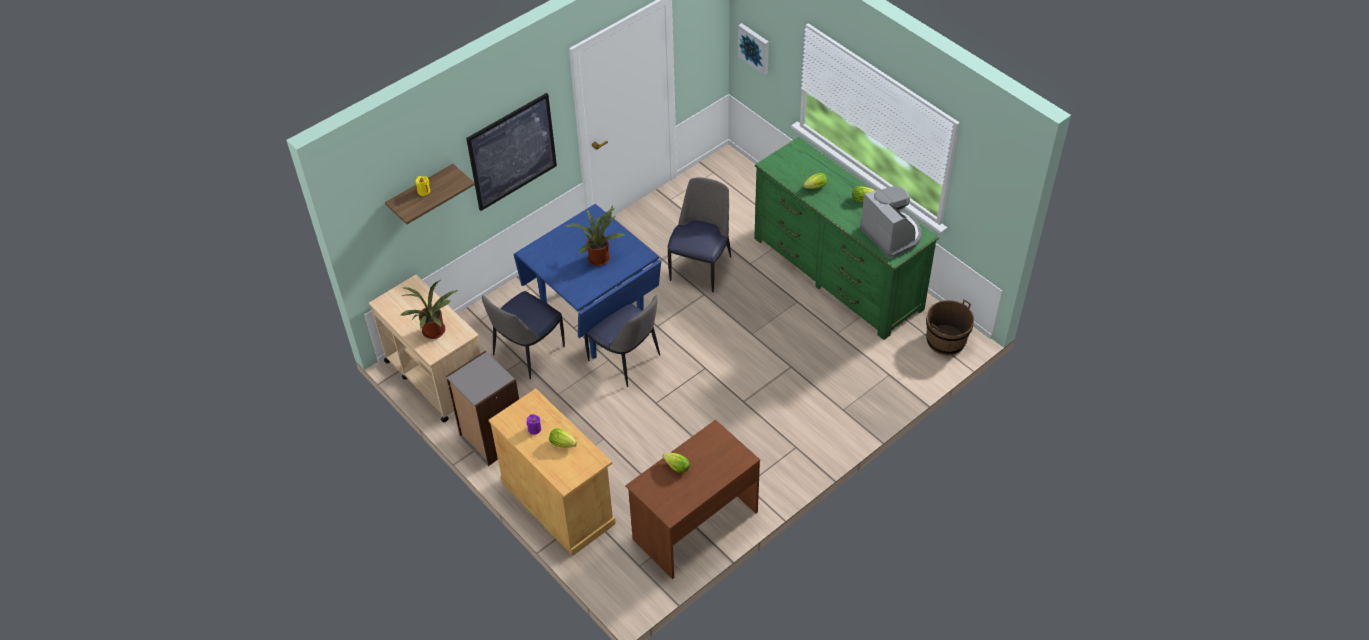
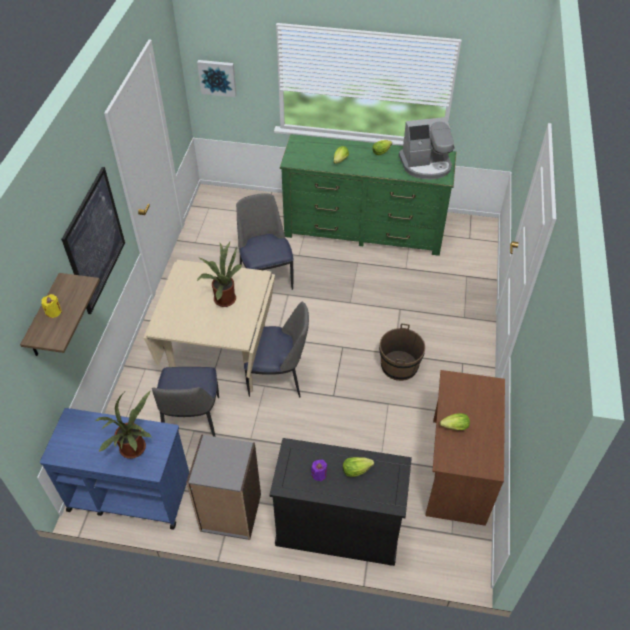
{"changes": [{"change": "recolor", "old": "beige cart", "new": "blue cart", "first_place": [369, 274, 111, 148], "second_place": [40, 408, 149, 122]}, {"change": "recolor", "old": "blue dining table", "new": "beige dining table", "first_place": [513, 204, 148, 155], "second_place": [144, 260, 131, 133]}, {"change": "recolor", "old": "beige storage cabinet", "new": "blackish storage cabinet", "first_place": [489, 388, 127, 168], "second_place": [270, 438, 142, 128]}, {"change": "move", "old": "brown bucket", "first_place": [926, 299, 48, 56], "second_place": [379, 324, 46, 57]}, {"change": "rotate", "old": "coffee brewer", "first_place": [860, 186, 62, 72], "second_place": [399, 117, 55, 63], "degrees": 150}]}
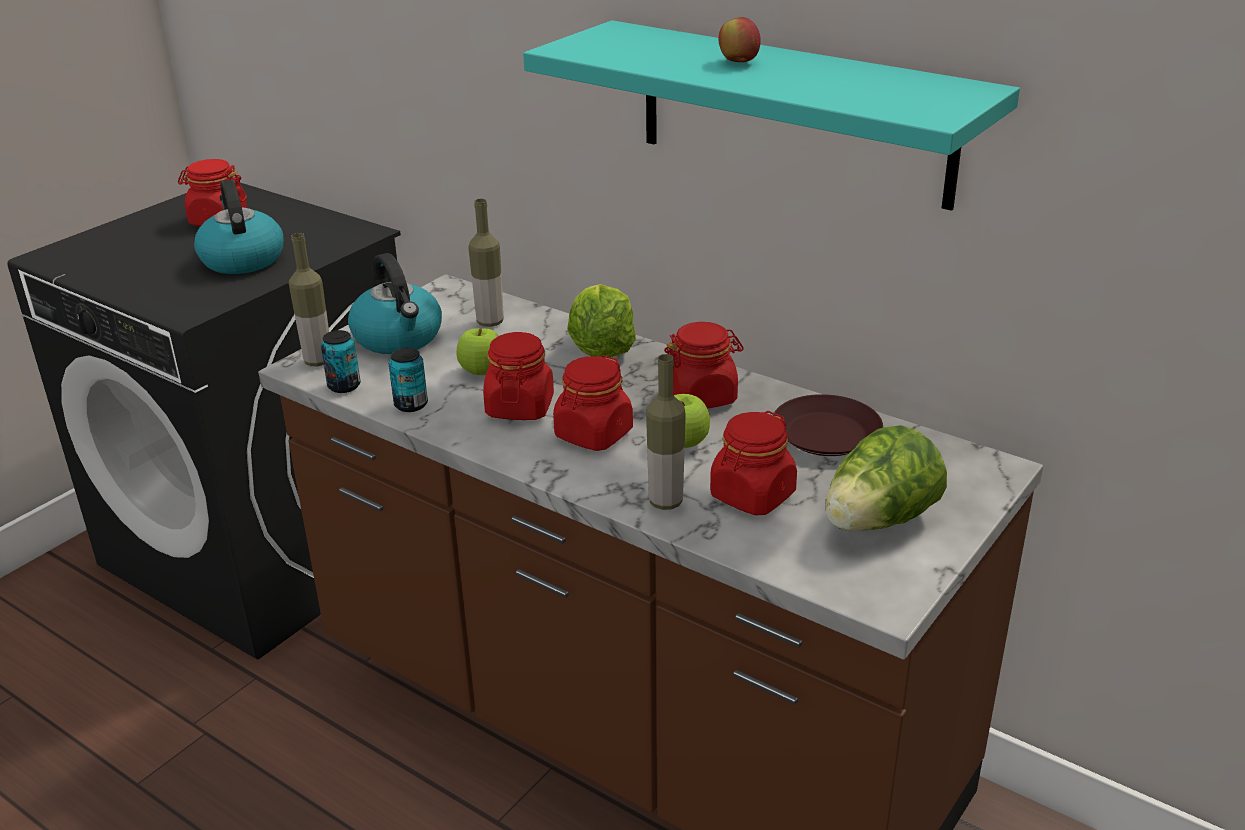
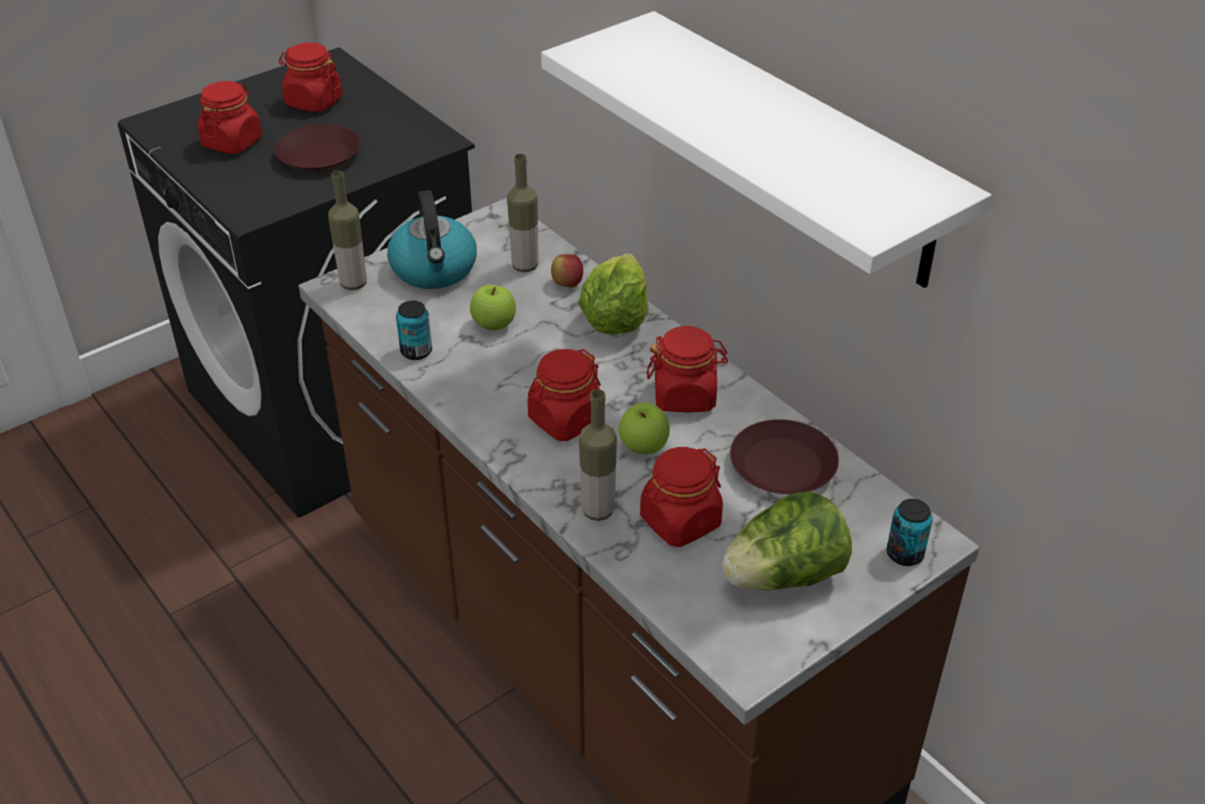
{"changes": [{"change": "move", "old": "red-coloured jar", "first_place": [483, 332, 71, 88], "second_place": [198, 81, 64, 73]}, {"change": "replace", "old": "water kettle", "new": "brown dinner plate", "first_place": [194, 180, 90, 94], "second_place": [274, 124, 86, 48]}, {"change": "recolor", "old": "turquoise bracket shelf", "new": "white-coloured bracket shelf", "first_place": [523, 20, 497, 191], "second_place": [541, 11, 450, 277]}, {"change": "move", "old": "apple", "first_place": [719, 17, 42, 45], "second_place": [551, 254, 32, 33]}, {"change": "move", "old": "can", "first_place": [321, 330, 40, 63], "second_place": [887, 499, 46, 67]}]}
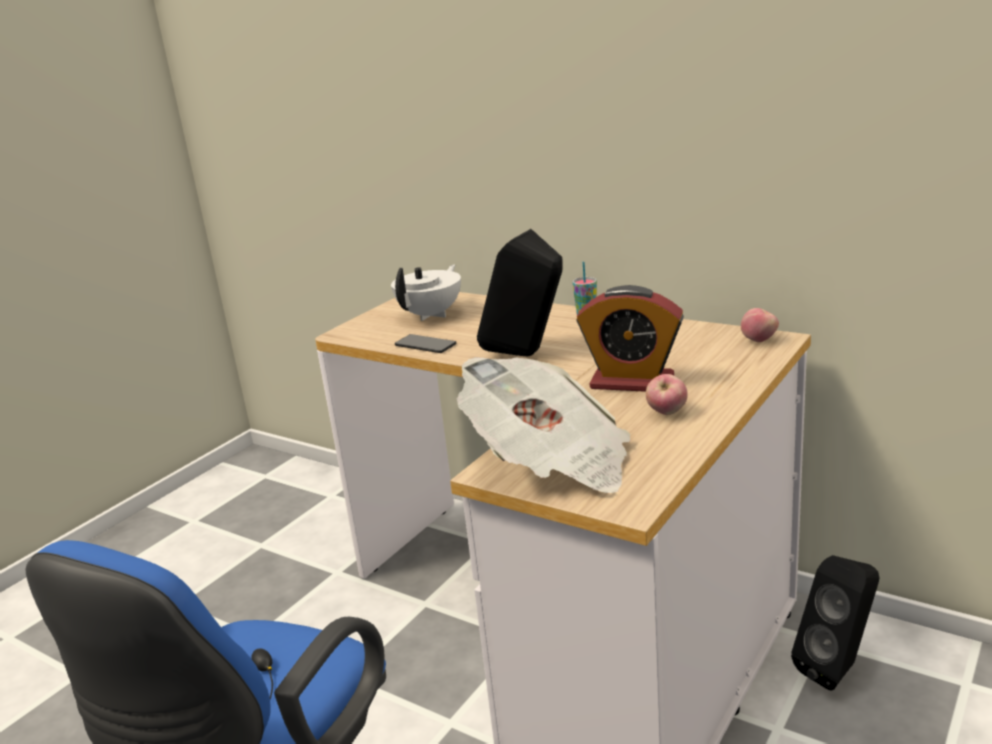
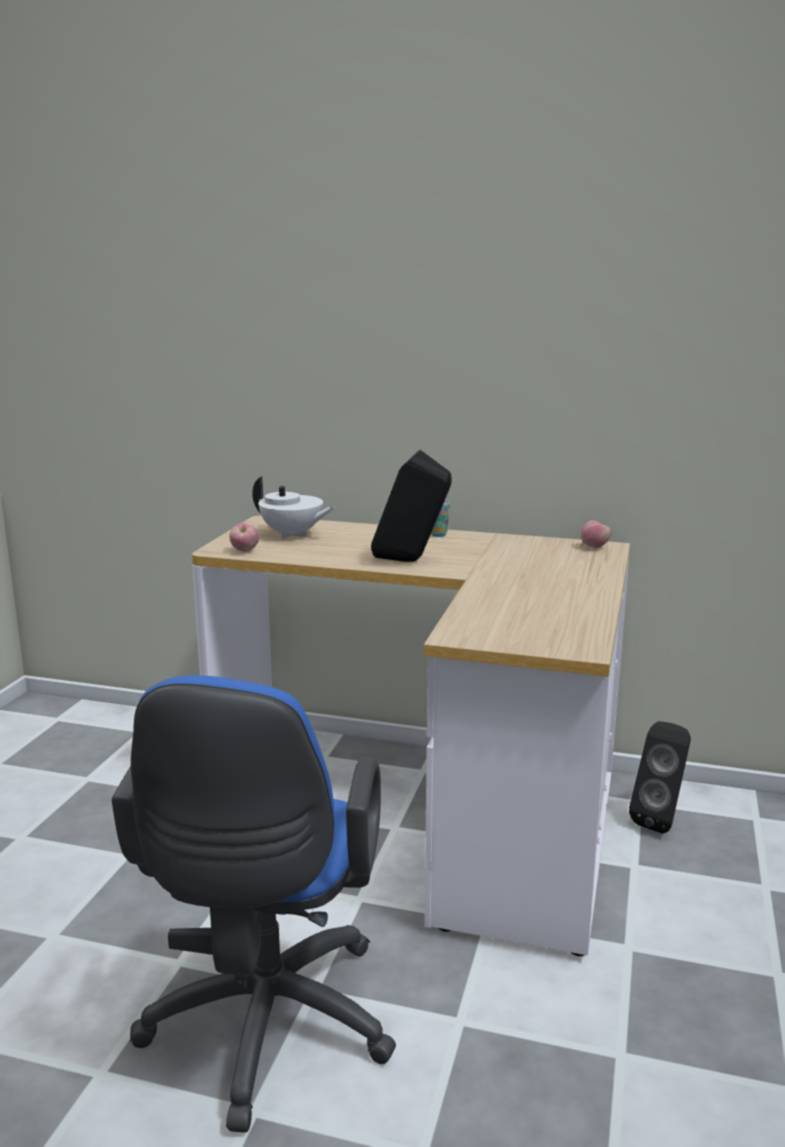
{"changes": [{"change": "move", "old": "apple", "first_place": [646, 374, 42, 41], "second_place": [229, 523, 30, 29]}, {"change": "rotate", "old": "white-coloured tea pot", "first_place": [391, 264, 70, 57], "second_place": [252, 476, 83, 63], "degrees": 105}, {"change": "delete", "old": "phone", "first_place": [395, 334, 61, 19]}, {"change": "delete", "old": "printed paper", "first_place": [456, 357, 174, 136]}, {"change": "delete", "old": "bedside clock", "first_place": [576, 285, 108, 107]}]}
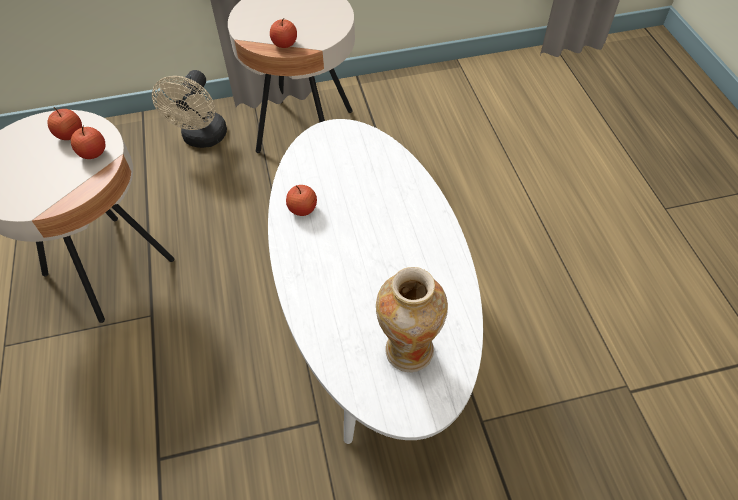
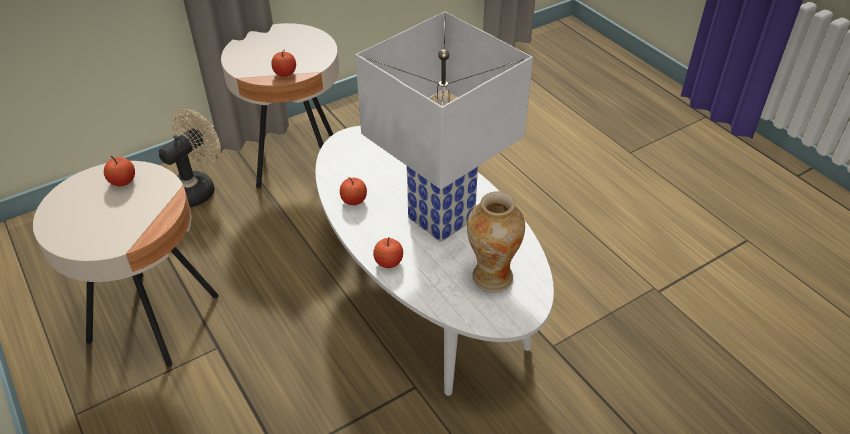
{"changes": [{"change": "rotate", "old": "beige fan", "first_place": [152, 70, 75, 78], "second_place": [159, 109, 62, 98], "degrees": -135}, {"change": "insert", "new": "white-coloured table lamp", "second_place": [355, 11, 178, 231]}, {"change": "move", "old": "apple", "first_place": [71, 125, 34, 34], "second_place": [373, 237, 30, 31]}]}
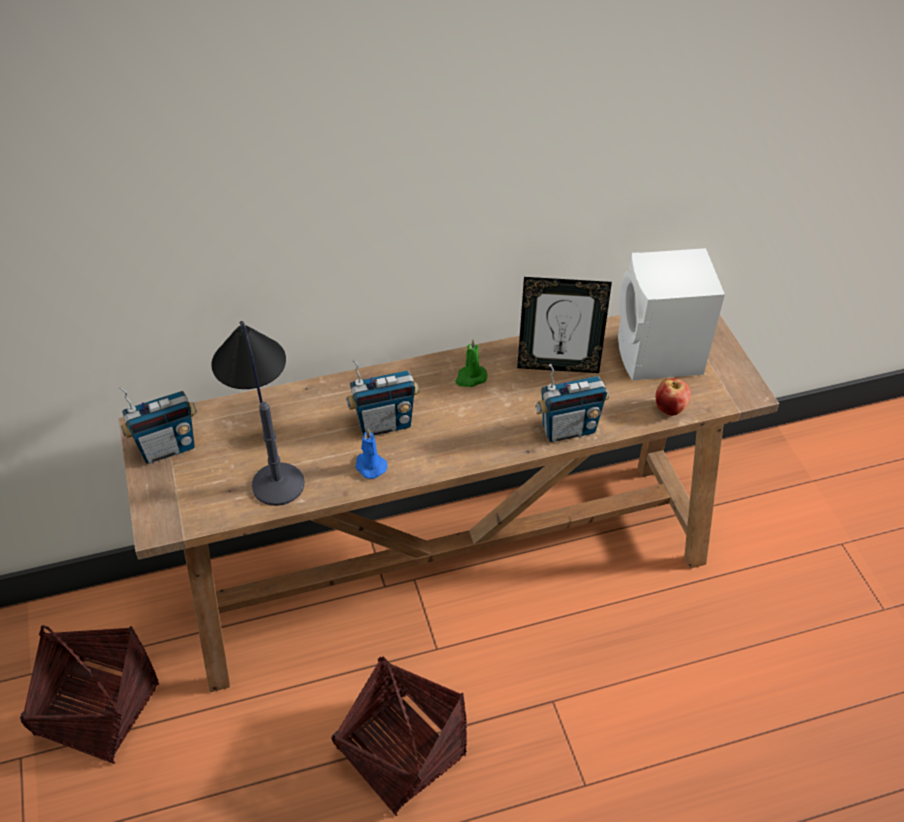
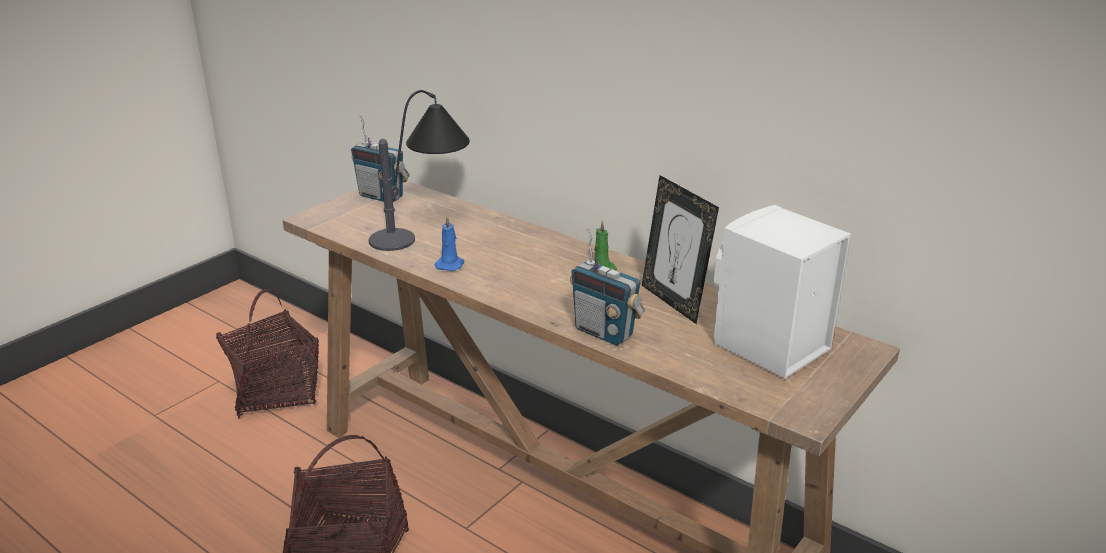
{"changes": [{"change": "delete", "old": "radio set", "first_place": [346, 359, 73, 77]}, {"change": "delete", "old": "apple", "first_place": [656, 378, 35, 38]}]}
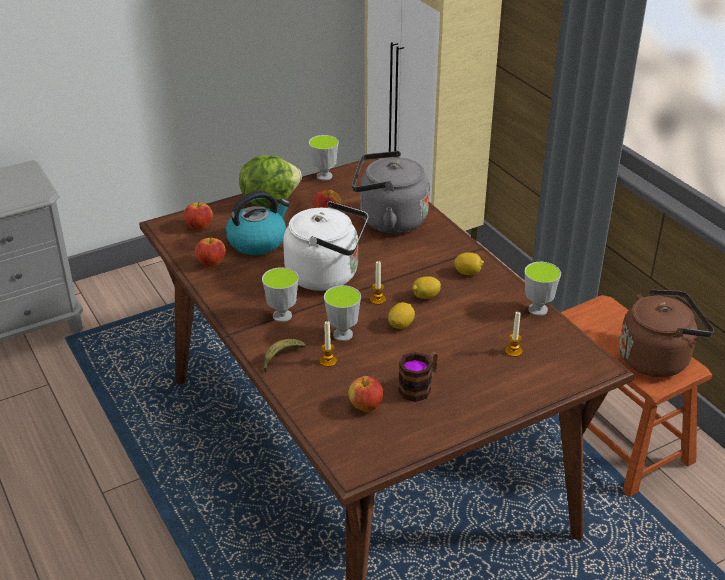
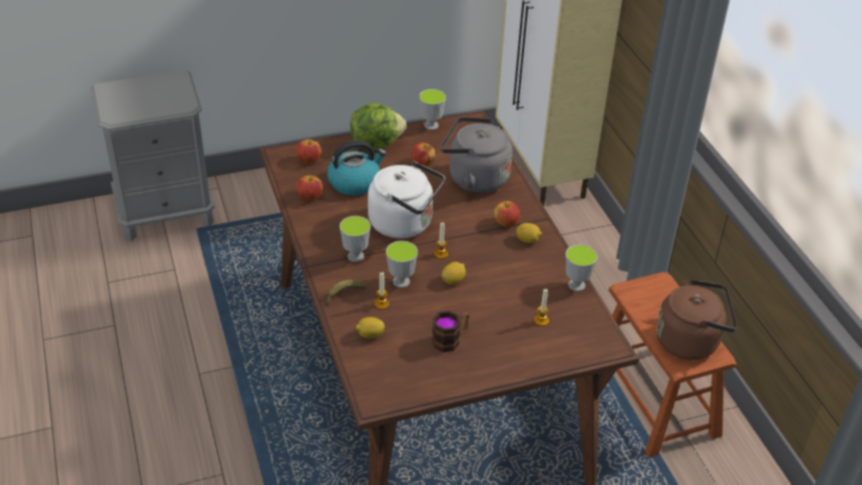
{"changes": [{"change": "move", "old": "citrus fruit", "first_place": [412, 276, 29, 23], "second_place": [356, 317, 29, 21]}, {"change": "move", "old": "apple", "first_place": [348, 376, 35, 36], "second_place": [494, 201, 26, 26]}]}
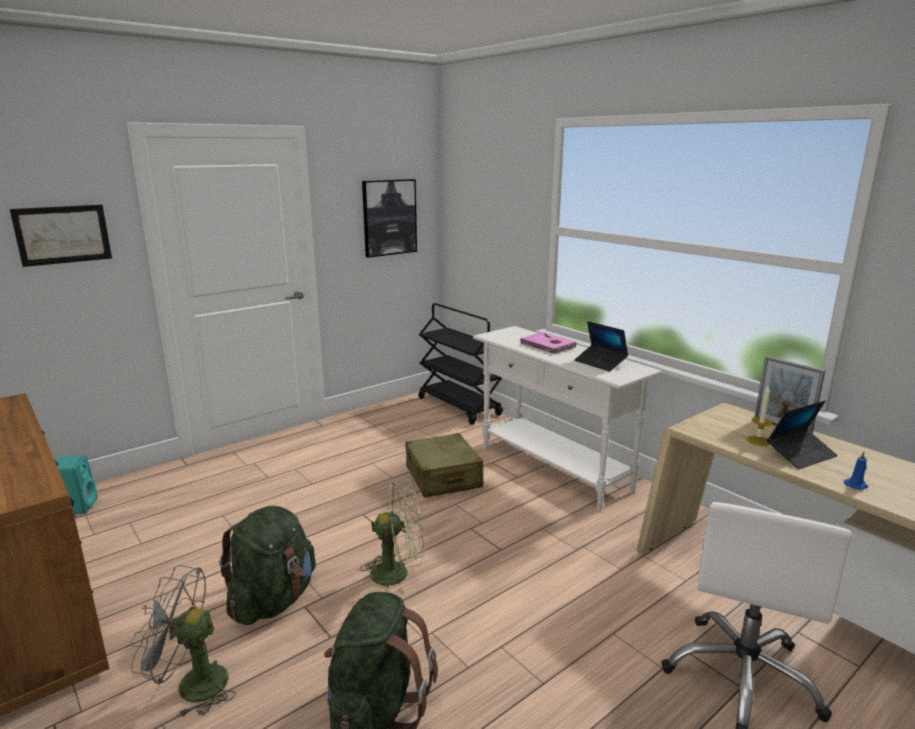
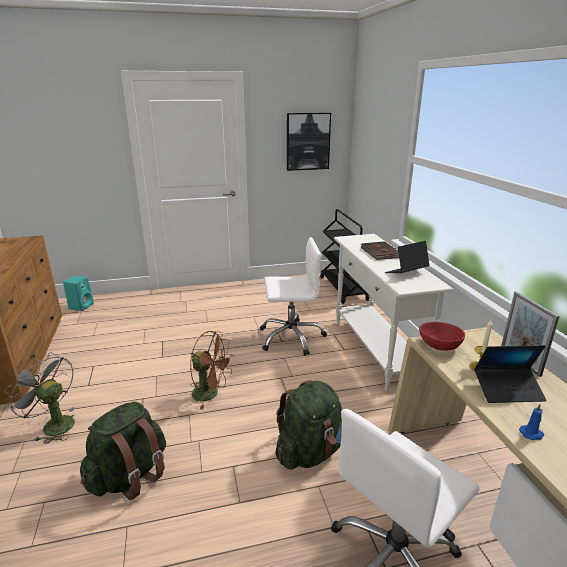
{"changes": [{"change": "recolor", "old": "green-coloured fan", "new": "brown fan", "first_place": [360, 479, 64, 116], "second_place": [190, 331, 44, 79]}, {"change": "replace", "old": "beige piece of luggage", "new": "white-coloured computer chair", "first_place": [405, 433, 78, 65], "second_place": [260, 237, 67, 119]}, {"change": "move", "old": "green-coloured backpack", "first_place": [219, 506, 97, 119], "second_place": [275, 380, 67, 90]}, {"change": "recolor", "old": "pink-coloured bound book", "new": "brown bound book", "first_place": [519, 332, 57, 22], "second_place": [361, 241, 38, 19]}, {"change": "rotate", "old": "laptop", "first_place": [574, 321, 54, 51], "second_place": [385, 241, 45, 32], "degrees": 75}, {"change": "insert", "new": "red-coloured bowl", "second_place": [419, 322, 46, 29]}, {"change": "delete", "old": "wall art", "first_place": [10, 205, 102, 62]}]}
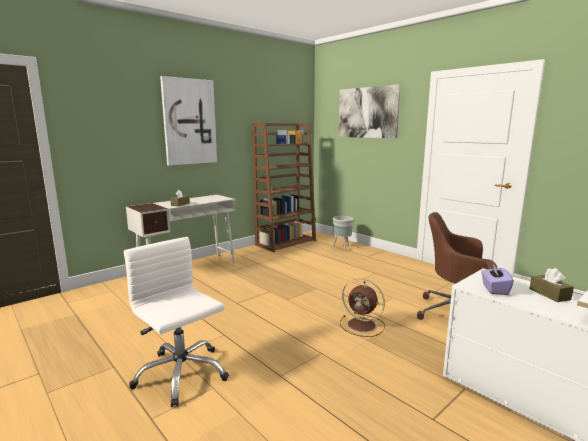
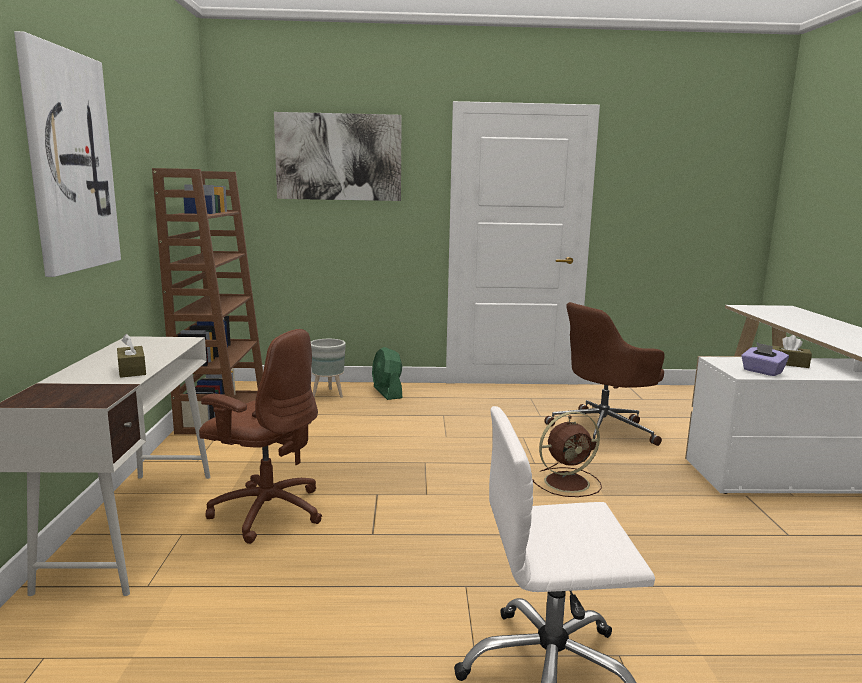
{"changes": [{"change": "insert", "new": "brown computer chair", "second_place": [199, 329, 123, 215]}, {"change": "insert", "new": "green-coloured fan", "second_place": [372, 347, 31, 53]}]}
